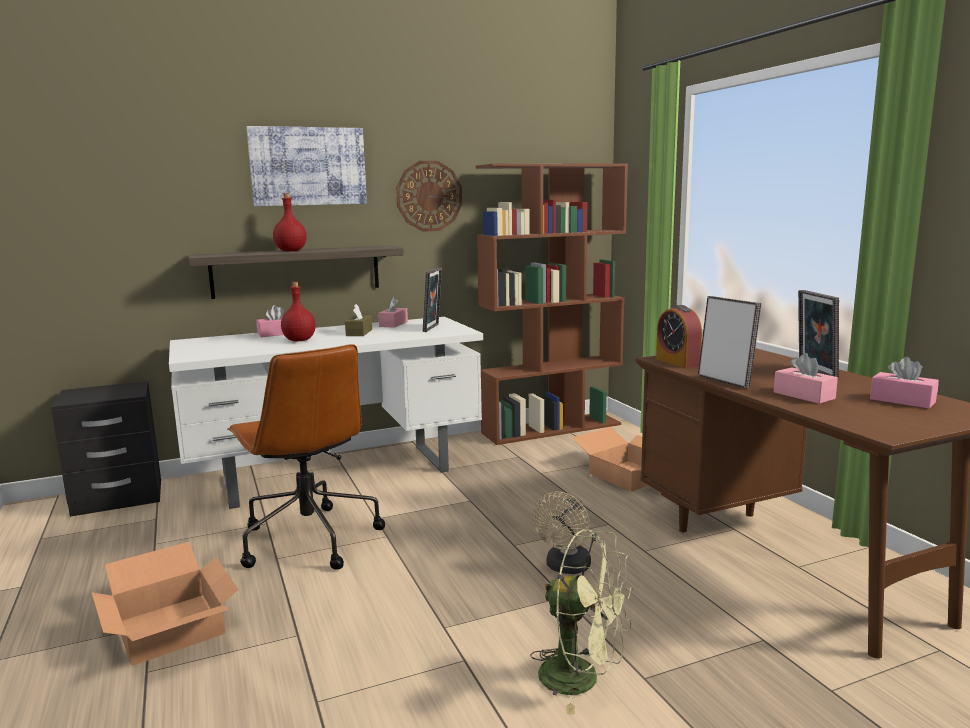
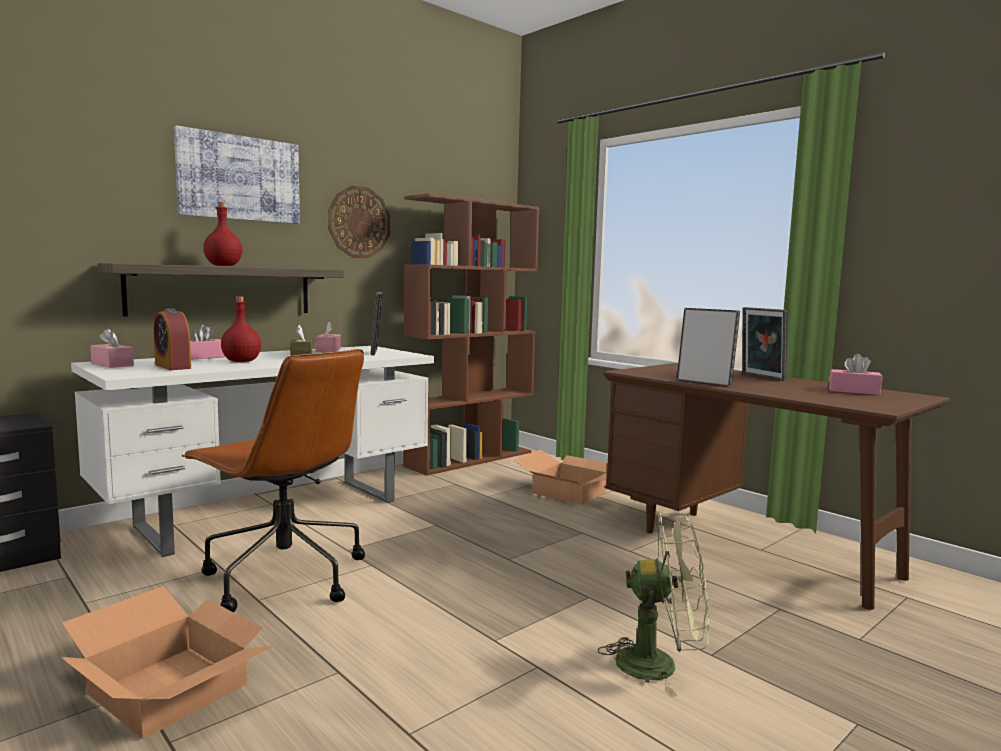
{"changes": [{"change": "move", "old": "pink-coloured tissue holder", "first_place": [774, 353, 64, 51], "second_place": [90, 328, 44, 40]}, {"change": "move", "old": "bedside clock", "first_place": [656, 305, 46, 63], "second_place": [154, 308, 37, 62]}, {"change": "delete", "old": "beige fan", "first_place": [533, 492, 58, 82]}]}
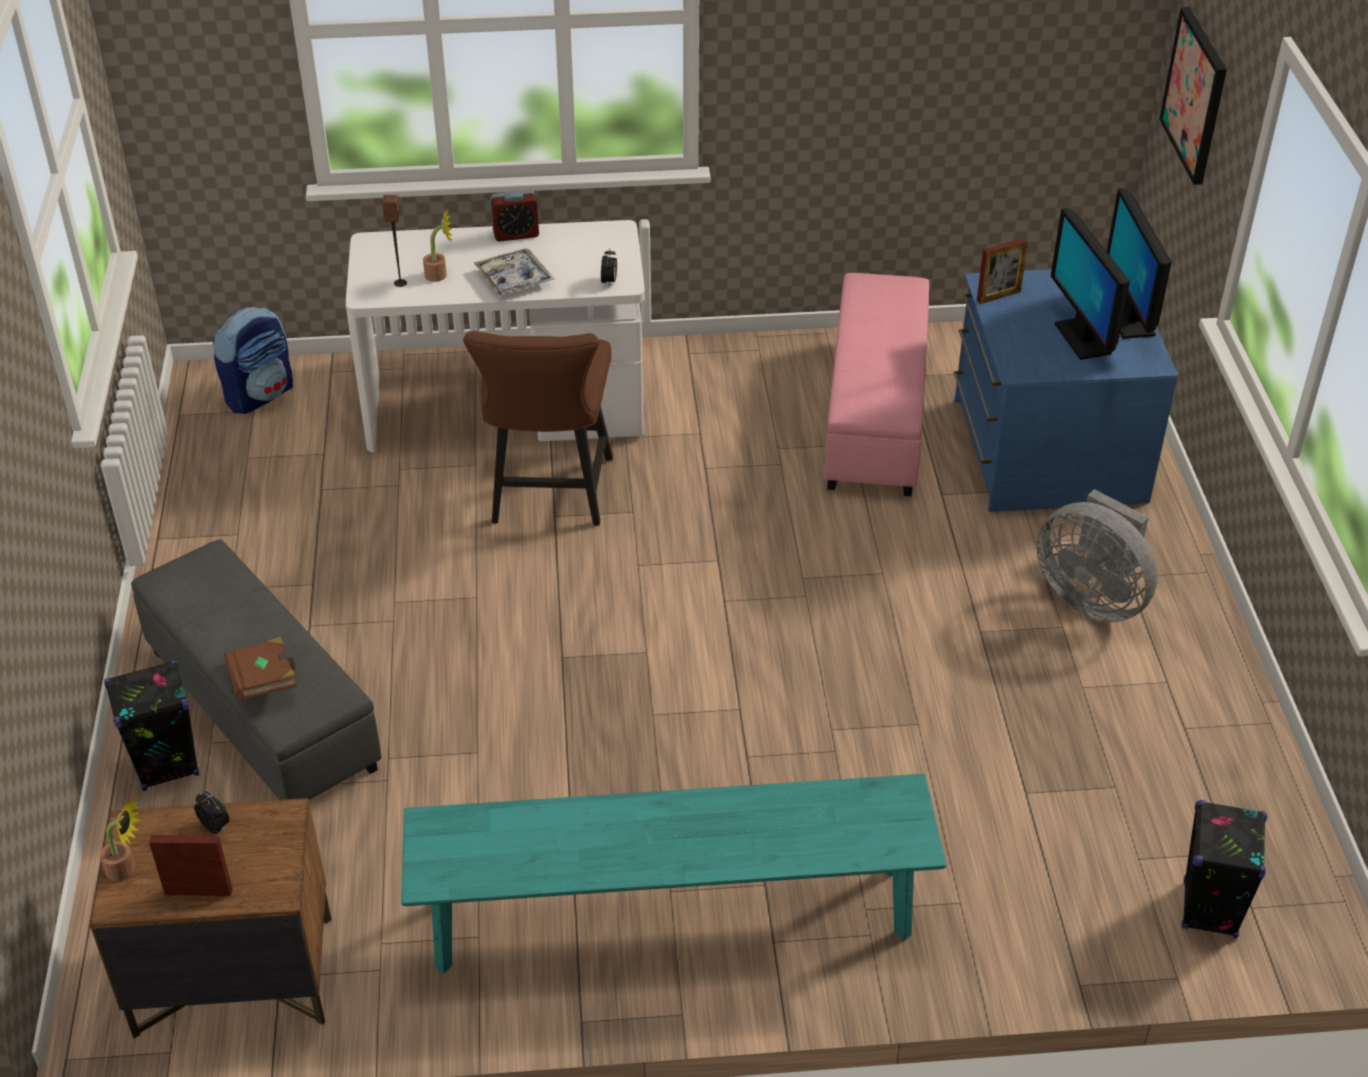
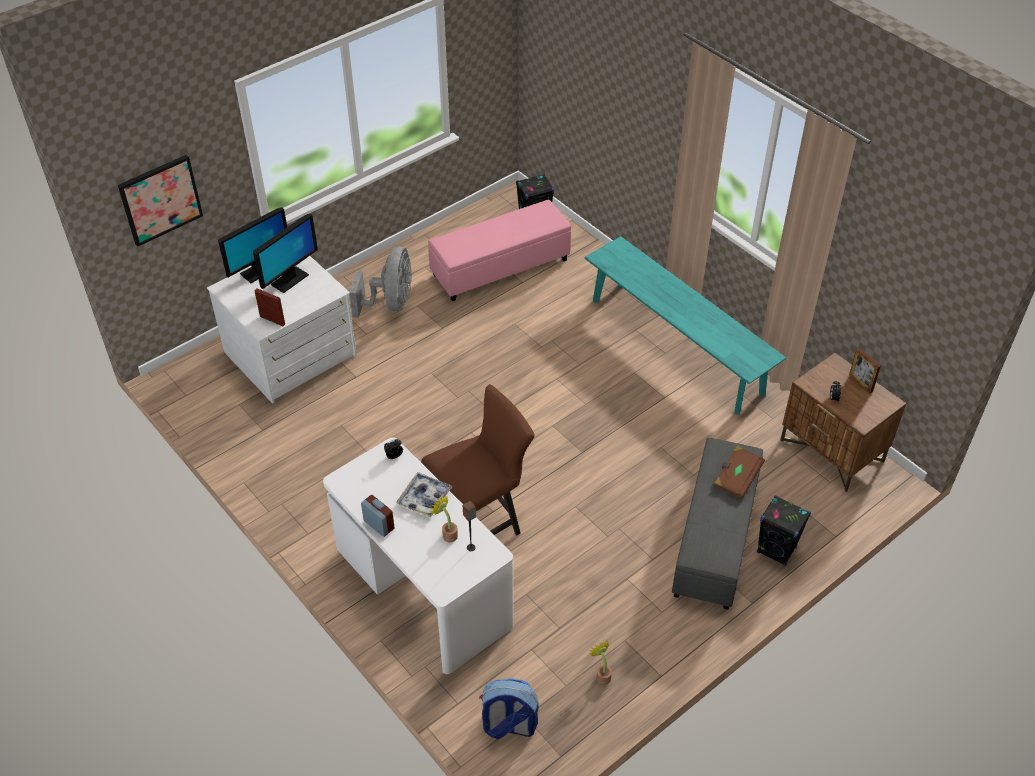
{"changes": [{"change": "recolor", "old": "blue drawer chest", "new": "white-coloured drawer chest", "first_place": [954, 269, 224, 243], "second_place": [207, 256, 150, 147]}, {"change": "move", "old": "pink-coloured pouffe", "first_place": [824, 273, 105, 223], "second_place": [428, 200, 143, 101]}, {"change": "move", "old": "houseplant", "first_place": [100, 798, 41, 83], "second_place": [589, 641, 23, 44]}]}
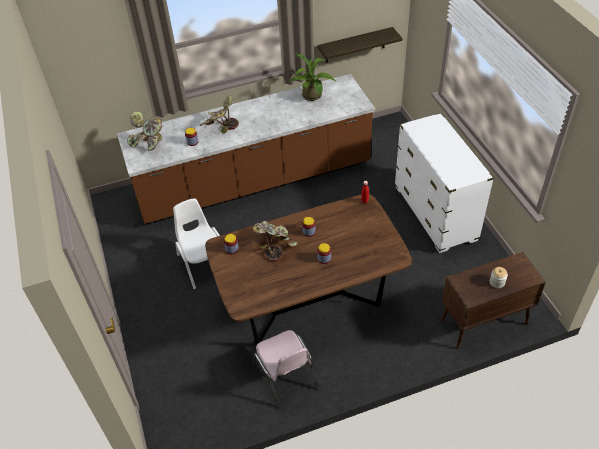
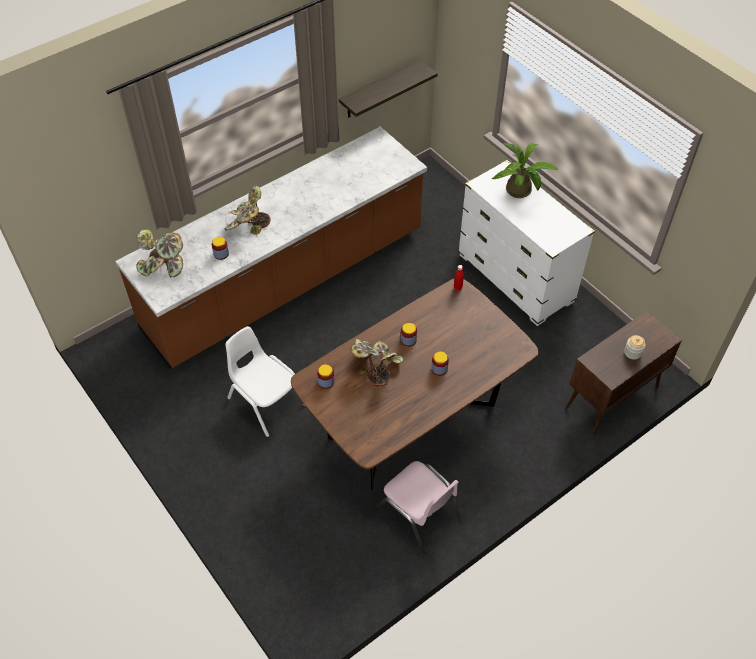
{"changes": [{"change": "move", "old": "houseplant", "first_place": [289, 54, 47, 47], "second_place": [492, 143, 66, 55]}]}
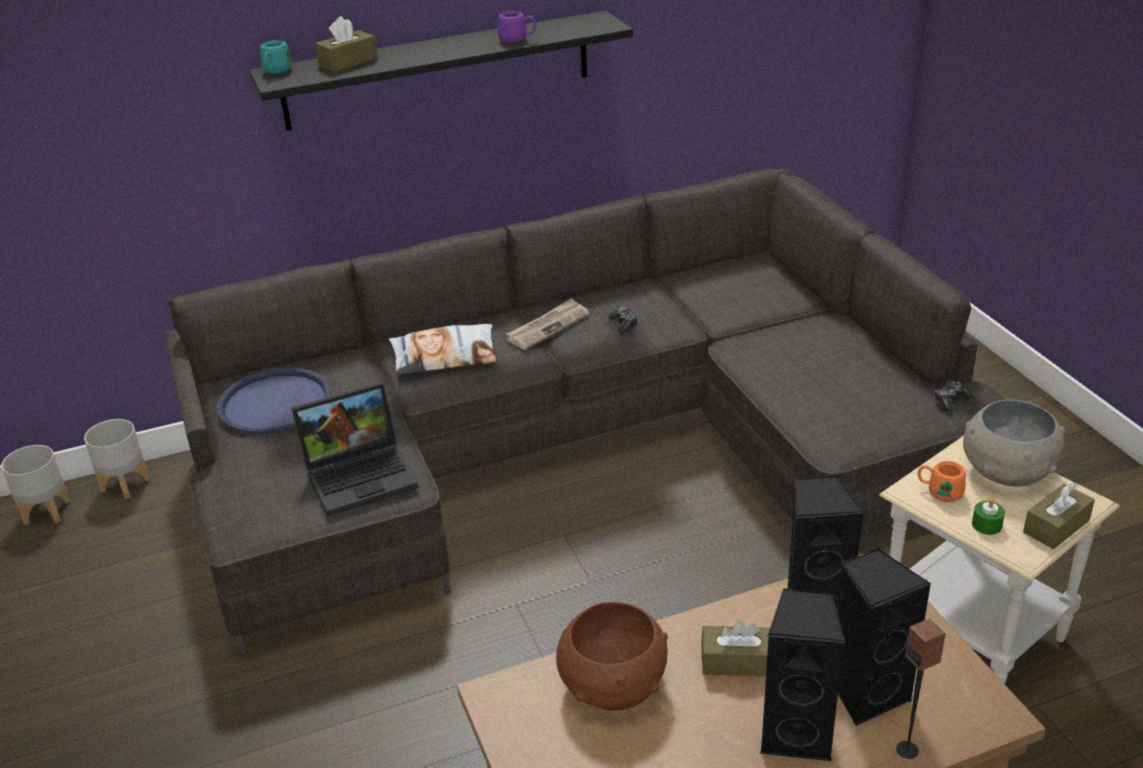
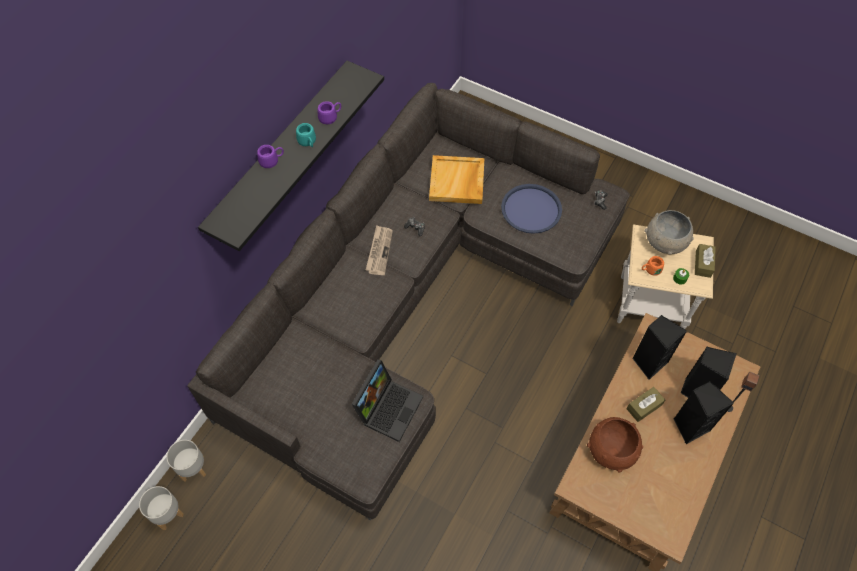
{"changes": [{"change": "insert", "new": "purplish mug", "second_place": [257, 145, 27, 23]}, {"change": "move", "old": "turquoise mug", "first_place": [260, 40, 32, 34], "second_place": [296, 123, 20, 24]}, {"change": "insert", "new": "beige serving tray", "second_place": [429, 155, 55, 49]}, {"change": "move", "old": "blue serving tray", "first_place": [217, 368, 114, 66], "second_place": [501, 184, 61, 50]}, {"change": "delete", "old": "brown tissue holder", "first_place": [315, 16, 63, 56]}, {"change": "delete", "old": "cushion", "first_place": [389, 324, 109, 51]}]}
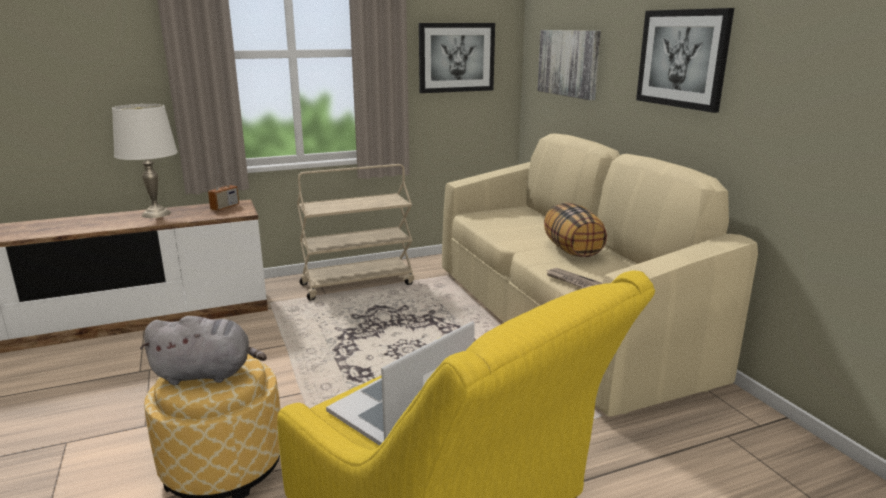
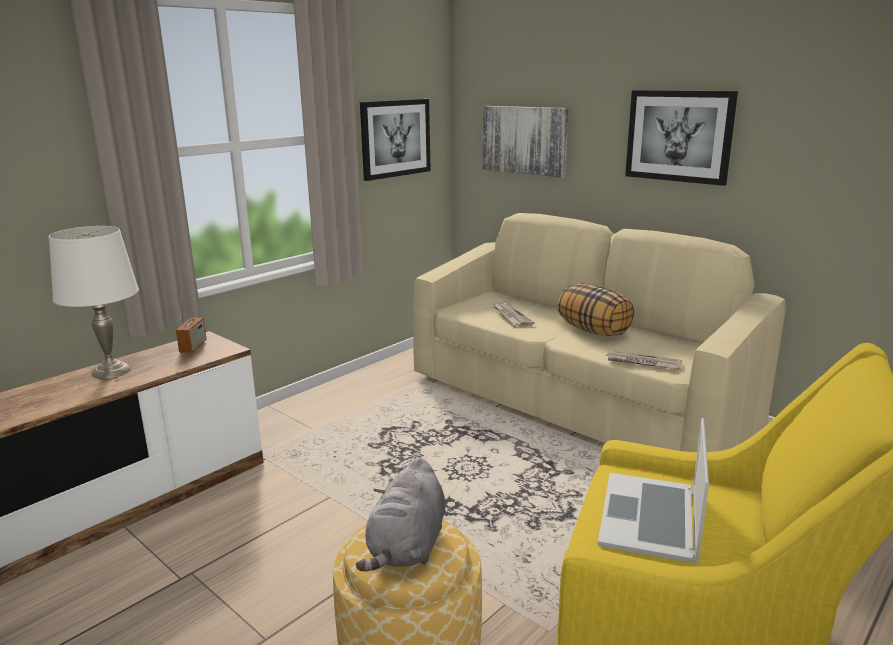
{"changes": [{"change": "rotate", "old": "grey soft toy", "first_place": [140, 316, 127, 69], "second_place": [356, 457, 90, 115], "degrees": 135}, {"change": "insert", "new": "printed paper", "second_place": [494, 303, 41, 24]}, {"change": "delete", "old": "beige cart", "first_place": [297, 164, 117, 136]}]}
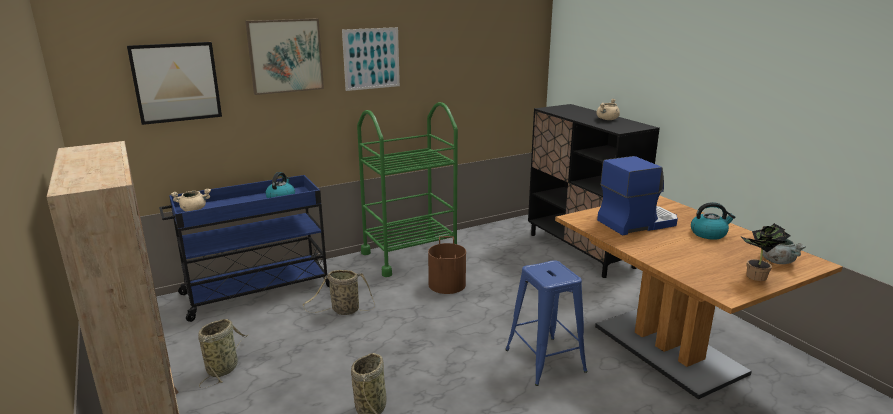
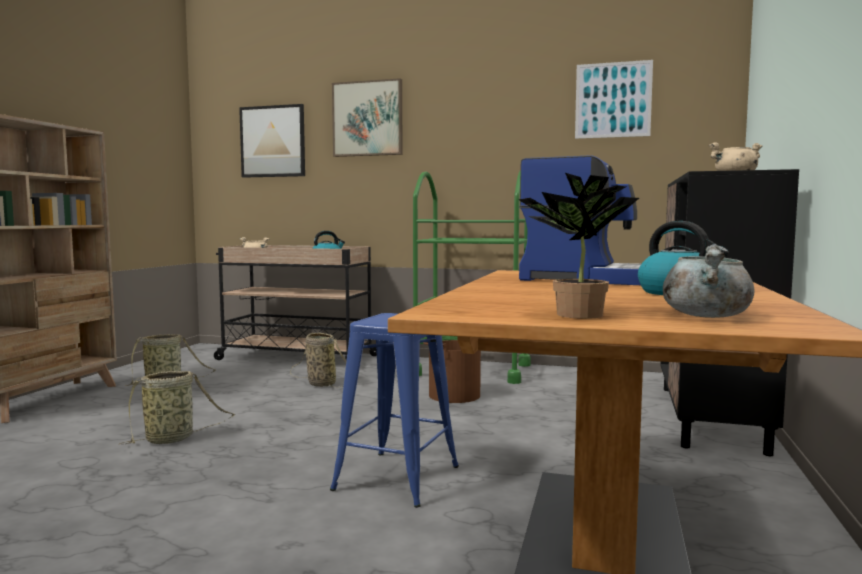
{"changes": [{"change": "recolor", "old": "blue cart", "new": "beige cart", "first_place": [159, 175, 171, 147], "second_place": [214, 245, 163, 116]}, {"change": "move", "old": "wall art", "first_place": [342, 27, 58, 64], "second_place": [575, 60, 78, 79]}]}
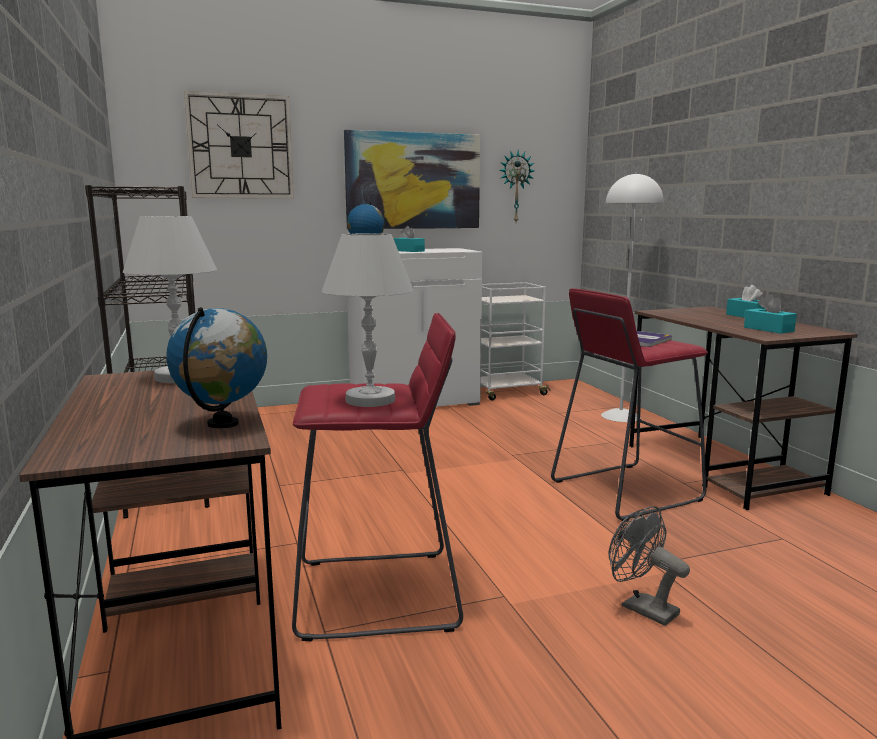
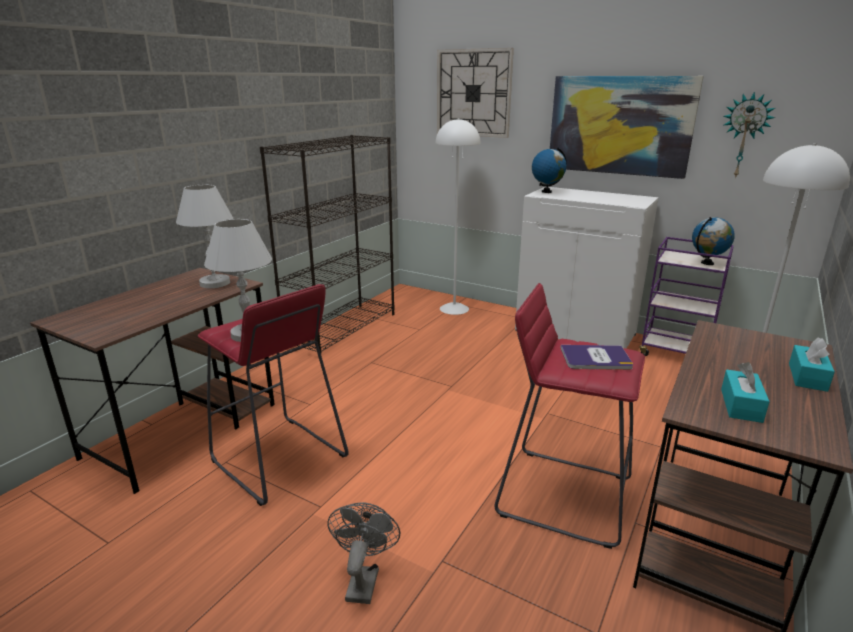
{"changes": [{"change": "insert", "new": "white-coloured standard lamp", "second_place": [435, 118, 46, 197]}, {"change": "recolor", "old": "white-coloured cart", "new": "purplish cart", "first_place": [481, 282, 70, 118], "second_place": [639, 237, 95, 119]}, {"change": "move", "old": "desk globe", "first_place": [166, 307, 101, 121], "second_place": [692, 217, 43, 48]}, {"change": "delete", "old": "turquoise tissue holder", "first_place": [394, 226, 31, 26]}]}
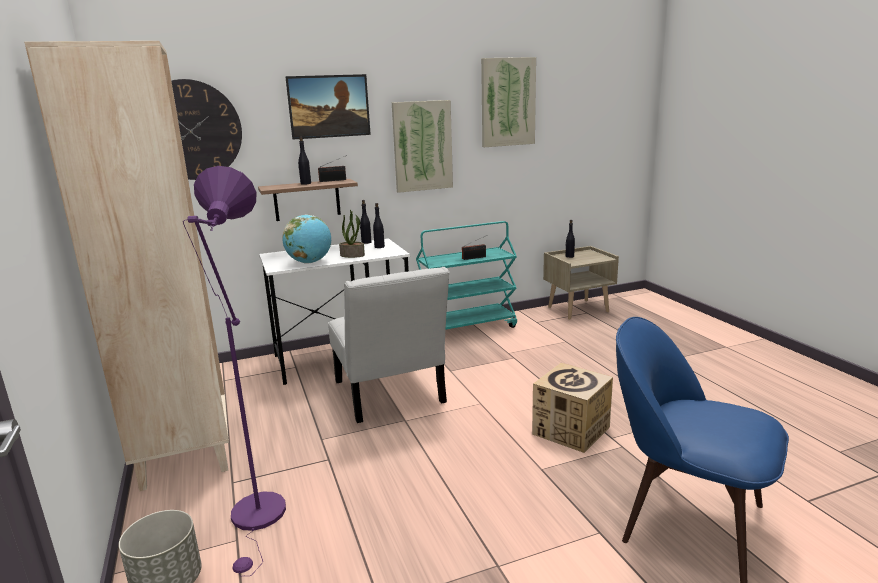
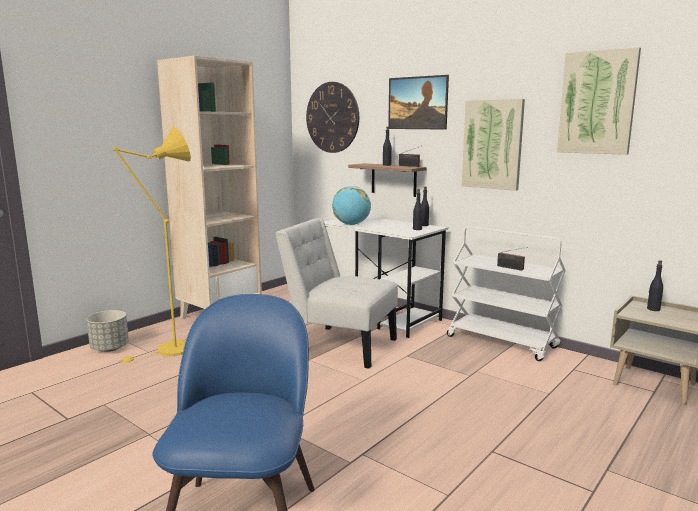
{"changes": [{"change": "recolor", "old": "purplish standard lamp", "new": "yellow standard lamp", "first_place": [183, 166, 103, 410], "second_place": [113, 127, 78, 238]}, {"change": "rotate", "old": "white-coloured plain chair", "first_place": [328, 267, 122, 156], "second_place": [275, 218, 123, 151], "degrees": 75}, {"change": "recolor", "old": "turquoise cart", "new": "white-coloured cart", "first_place": [416, 221, 101, 108], "second_place": [447, 226, 119, 135]}, {"change": "delete", "old": "houseplant", "first_place": [339, 210, 26, 48]}, {"change": "delete", "old": "cardboard box", "first_place": [532, 363, 81, 90]}]}
